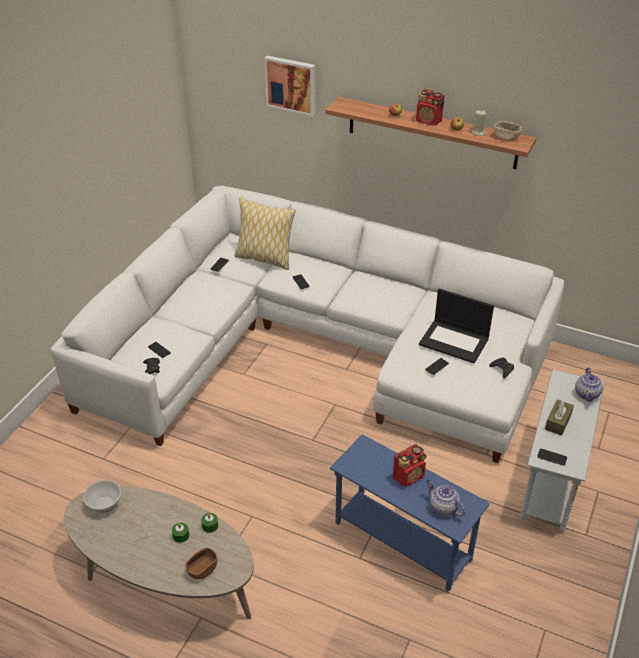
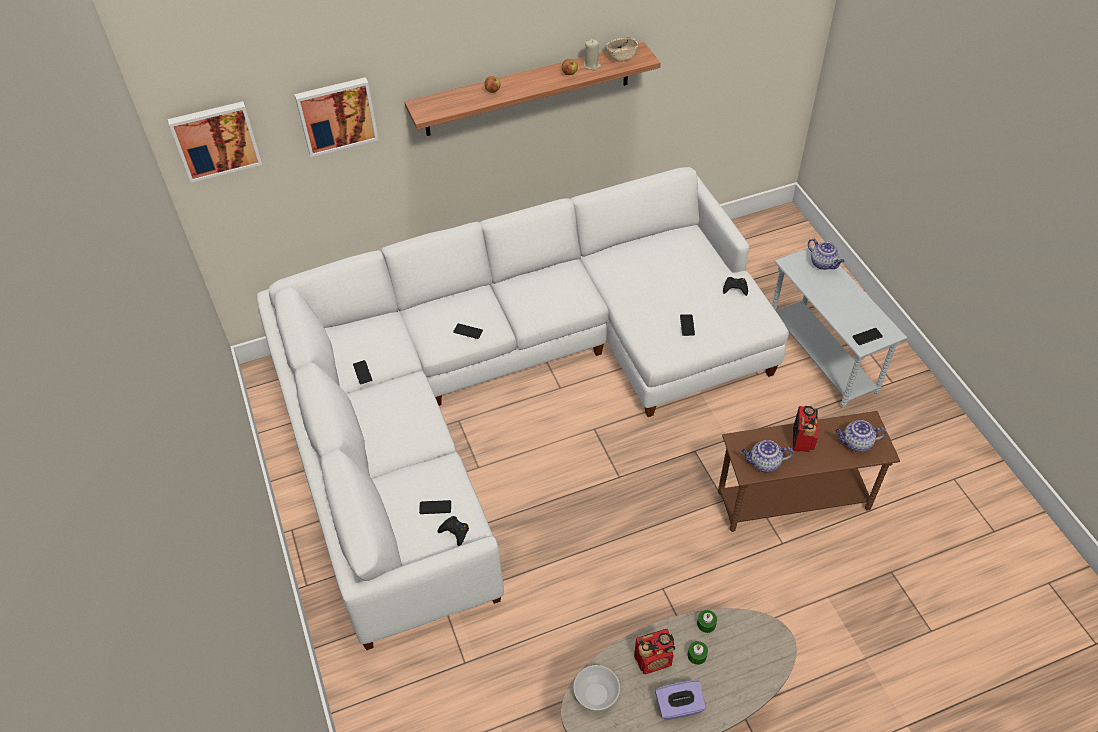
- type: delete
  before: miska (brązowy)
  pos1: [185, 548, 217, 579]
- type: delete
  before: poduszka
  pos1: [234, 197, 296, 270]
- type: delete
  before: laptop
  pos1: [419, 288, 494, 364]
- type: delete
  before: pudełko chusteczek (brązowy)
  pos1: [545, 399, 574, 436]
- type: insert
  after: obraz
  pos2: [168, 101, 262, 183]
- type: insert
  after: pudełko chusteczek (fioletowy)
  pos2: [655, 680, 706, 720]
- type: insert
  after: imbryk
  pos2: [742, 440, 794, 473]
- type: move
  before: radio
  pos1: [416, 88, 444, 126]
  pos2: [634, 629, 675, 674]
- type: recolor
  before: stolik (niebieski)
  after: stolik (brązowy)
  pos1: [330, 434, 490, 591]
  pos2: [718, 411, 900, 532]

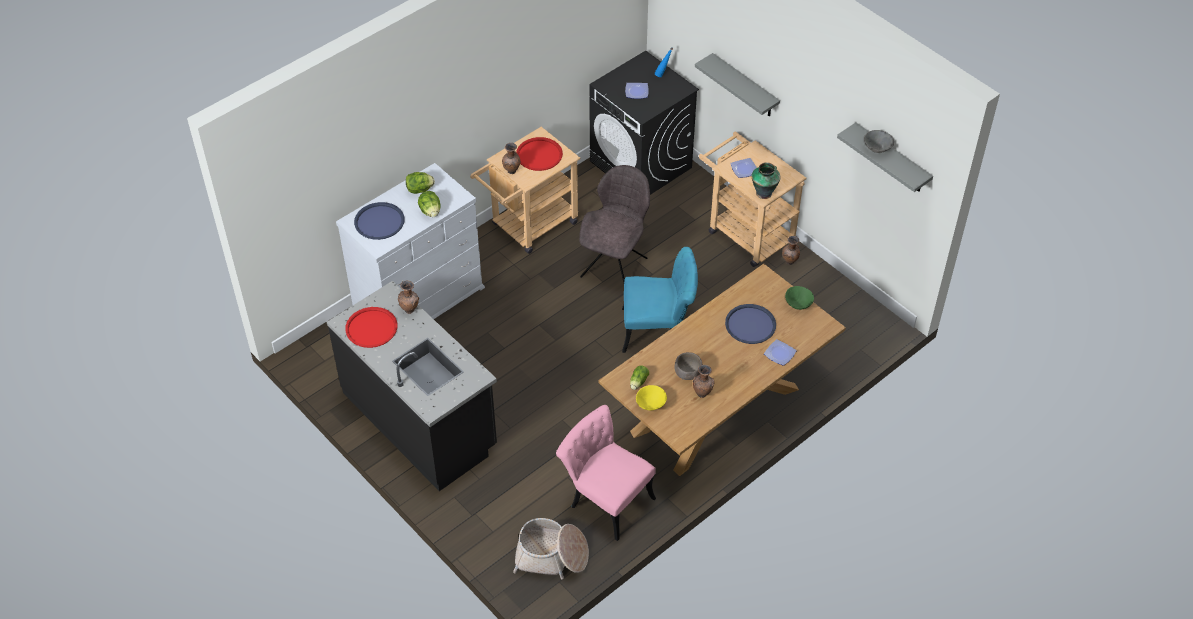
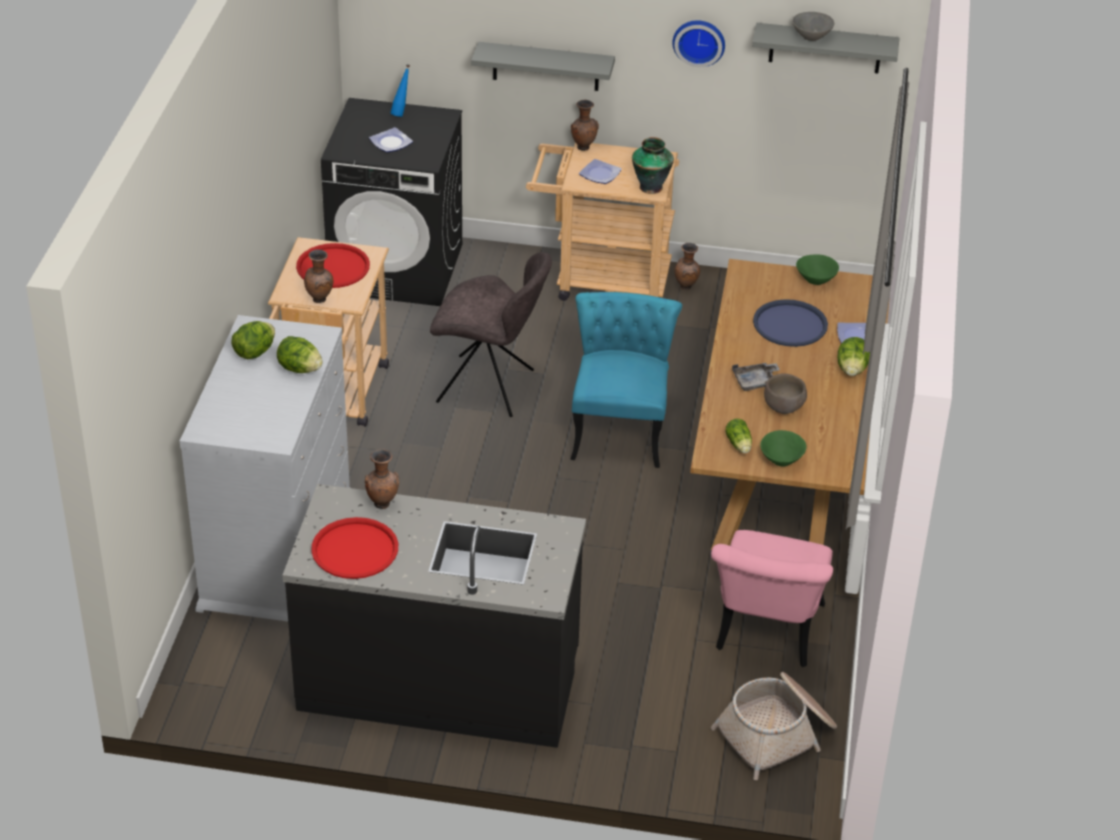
- type: delete
  before: taca (niebieski)
  pos1: [354, 202, 404, 240]
- type: insert
  after: zegar ścienny
  pos2: [672, 20, 725, 67]
- type: insert
  after: taca (szary)
  pos2: [732, 363, 780, 391]
- type: insert
  after: sałata
  pos2: [837, 337, 870, 376]
- type: move
  before: wazon (brązowy)
  pos1: [693, 365, 714, 398]
  pos2: [571, 100, 599, 151]
- type: recolor
  before: miska (żółty)
  after: miska (zielony)
  pos1: [636, 385, 667, 410]
  pos2: [760, 430, 807, 467]
- type: rotate
  before: krzesło (różowy)
  pos1: [556, 405, 656, 541]
  pos2: [711, 530, 833, 667]
  turn: -75
- type: rotate
  before: krzesło (szary)
  pos1: [579, 165, 650, 282]
  pos2: [430, 252, 552, 417]
  turn: 120
- type: rotate
  before: krzesło (turkusowy)
  pos1: [622, 247, 698, 353]
  pos2: [570, 292, 682, 468]
  turn: -45

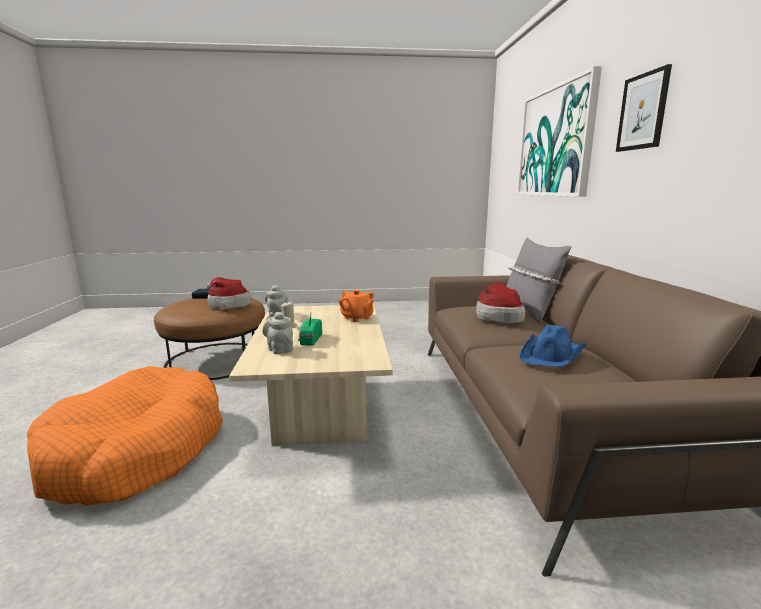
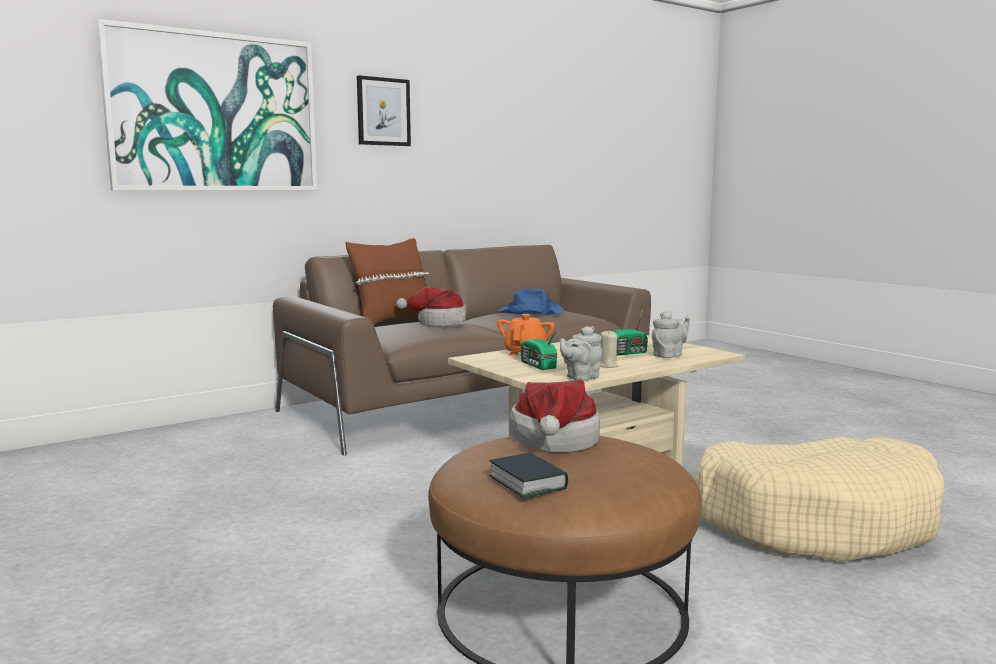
- type: insert
  after: radio
  pos2: [521, 324, 560, 370]
- type: recolor
  before: legowisko (pomarańczowy)
  after: legowisko (beżowy)
  pos1: [27, 366, 223, 506]
  pos2: [695, 436, 944, 562]
- type: recolor
  before: poduszka (szary)
  after: poduszka (brązowy)
  pos1: [507, 237, 571, 323]
  pos2: [345, 238, 429, 325]
- type: rotate
  before: imbryk (szary)
  pos1: [262, 311, 293, 354]
  pos2: [652, 311, 690, 358]
  turn: -150

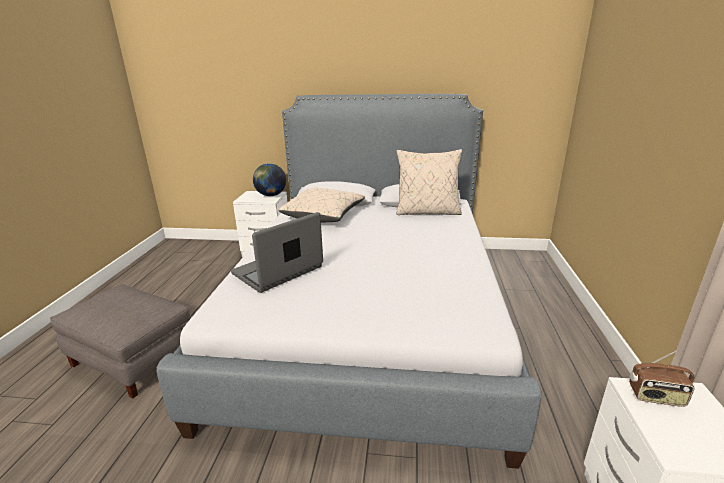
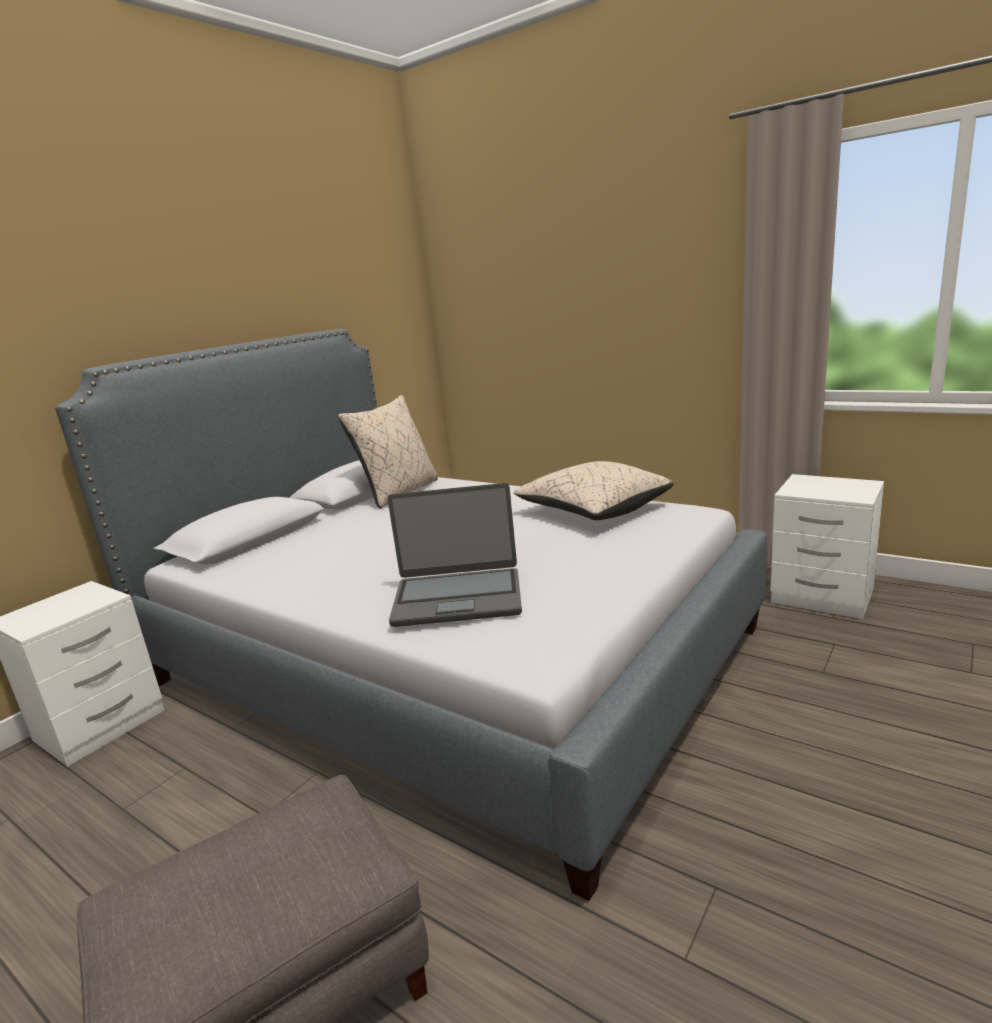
- type: delete
  before: globus
  pos1: [253, 163, 286, 196]
- type: delete
  before: radio
  pos1: [629, 350, 695, 407]
- type: move
  before: poduszka (beżowy)
  pos1: [279, 188, 365, 223]
  pos2: [514, 461, 674, 520]
- type: rotate
  before: laptop
  pos1: [231, 212, 323, 293]
  pos2: [387, 483, 522, 627]
  turn: -75

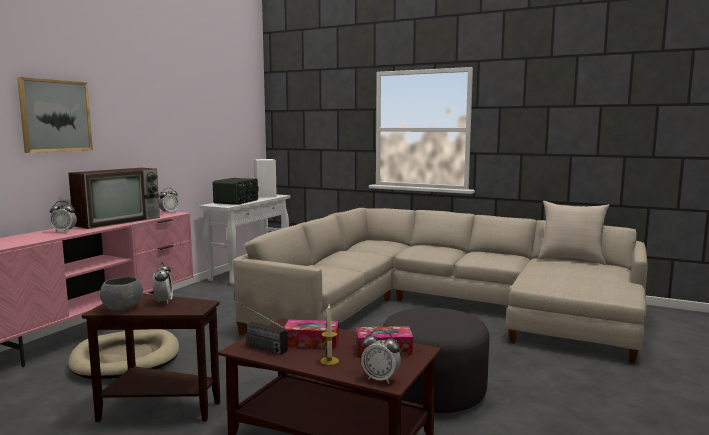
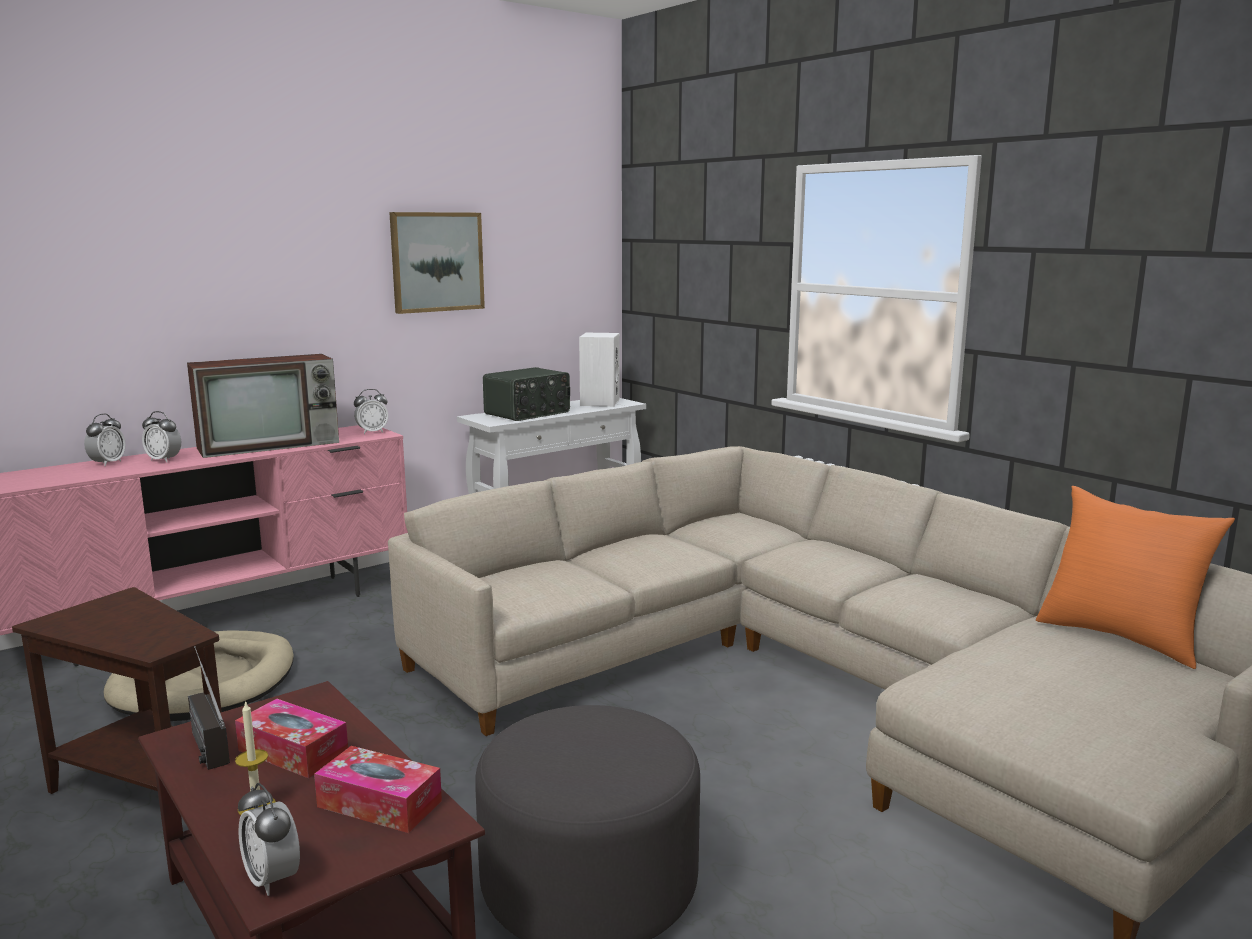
- type: delete
  before: miska (szary)
  pos1: [100, 277, 143, 310]
- type: move
  before: obraz
  pos1: [17, 77, 93, 153]
  pos2: [389, 212, 485, 314]
- type: move
  before: budzik
  pos1: [153, 262, 173, 304]
  pos2: [84, 414, 126, 466]
- type: recolor
  before: poduszka (beżowy)
  after: poduszka (pomarańczowy)
  pos1: [538, 201, 609, 265]
  pos2: [1036, 486, 1235, 669]

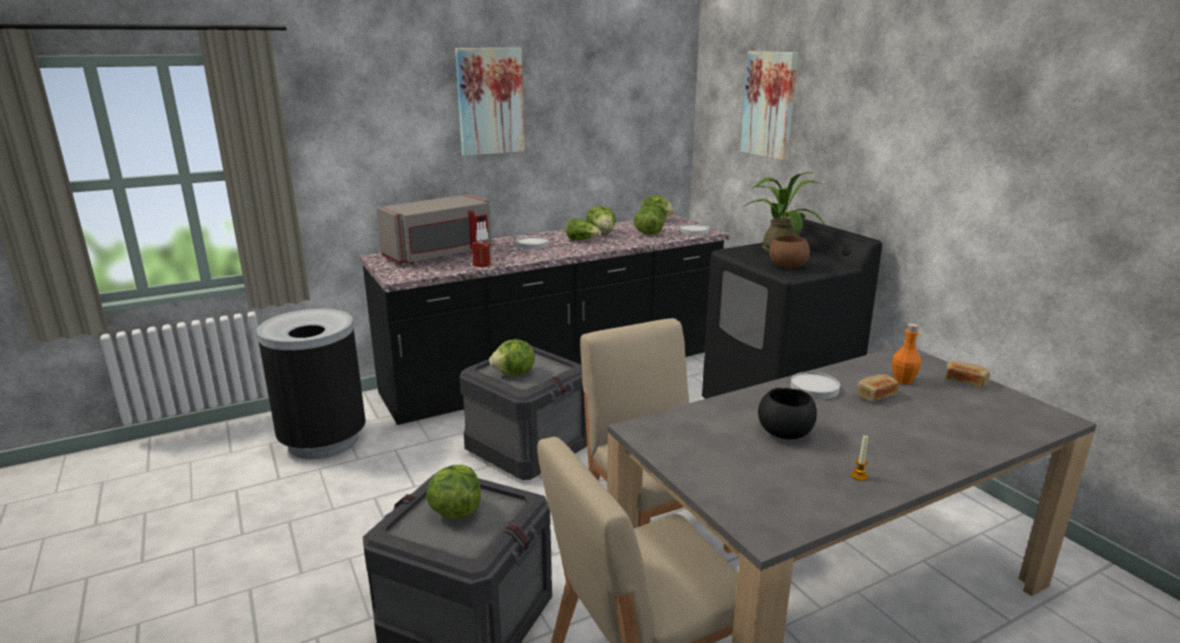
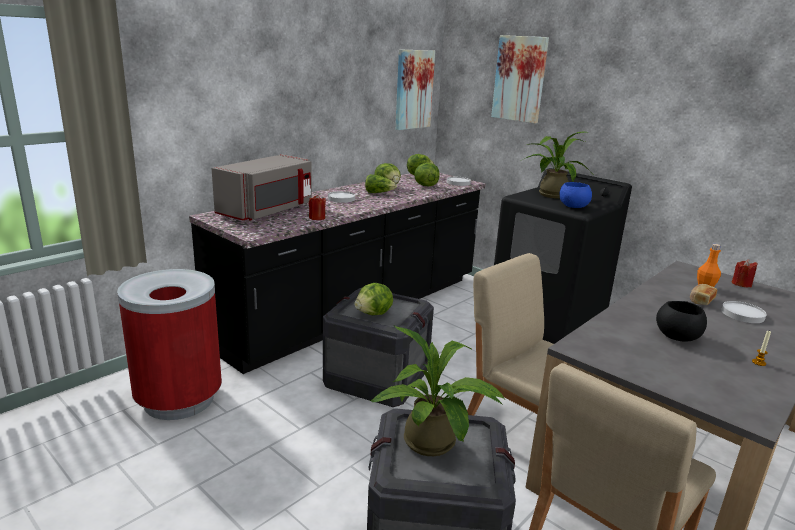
- type: move
  before: obraz
  pos1: [455, 48, 525, 156]
  pos2: [395, 49, 435, 130]
- type: move
  before: talerz (biały)
  pos1: [791, 372, 840, 399]
  pos2: [721, 301, 767, 323]
- type: replace
  before: sałata
  after: roślina doniczkowa
  pos1: [426, 465, 481, 519]
  pos2: [370, 326, 505, 456]
- type: replace
  before: chleb
  after: świeca (czerwony)
  pos1: [945, 361, 990, 387]
  pos2: [732, 259, 758, 287]
- type: recolor
  before: kosz na śmieci (czarny)
  after: kosz na śmieci (czerwony)
  pos1: [257, 309, 366, 459]
  pos2: [117, 269, 222, 420]
- type: recolor
  before: miska (brązowy)
  after: miska (niebieski)
  pos1: [769, 235, 810, 269]
  pos2: [560, 182, 592, 208]

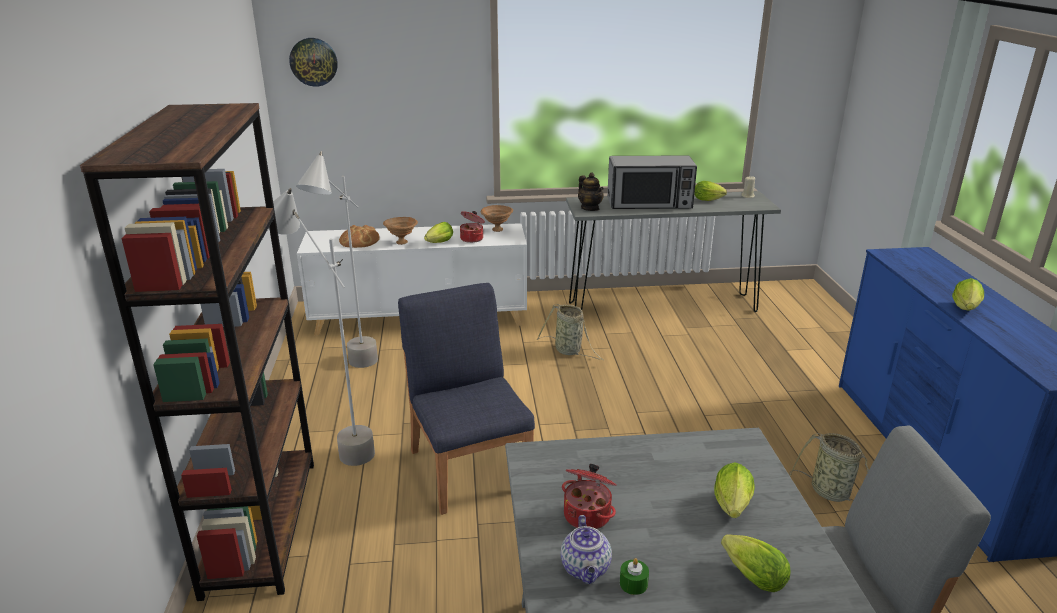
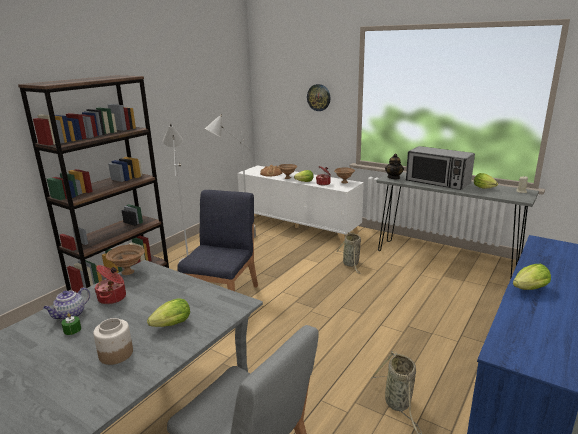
- type: insert
  after: miska (brązowy)
  pos2: [106, 245, 145, 275]
- type: move
  before: zegar ścienny
  pos1: [289, 38, 338, 87]
  pos2: [307, 84, 331, 111]
- type: replace
  before: sałata
  after: słoik
  pos1: [721, 534, 791, 592]
  pos2: [93, 318, 133, 365]

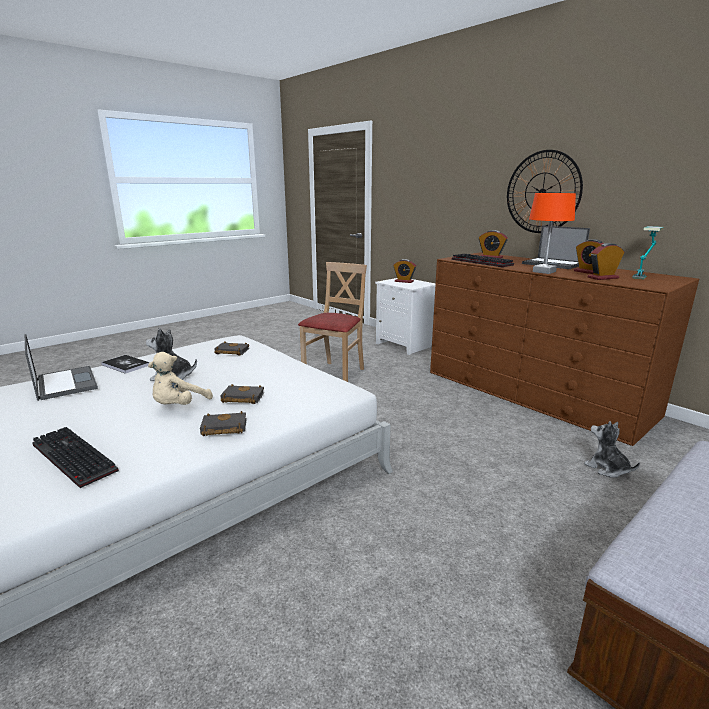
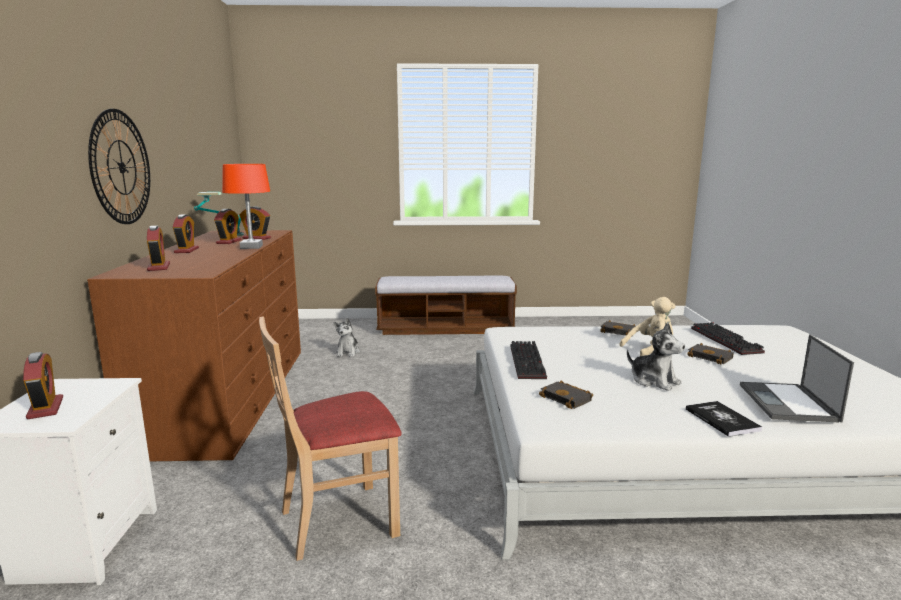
- type: move
  before: książka (czarny)
  pos1: [220, 384, 264, 404]
  pos2: [687, 343, 734, 364]
- type: move
  before: klawiatura
  pos1: [452, 254, 514, 267]
  pos2: [511, 341, 547, 379]
- type: replace
  before: laptop
  after: budzik
  pos1: [522, 225, 590, 269]
  pos2: [173, 215, 199, 253]

